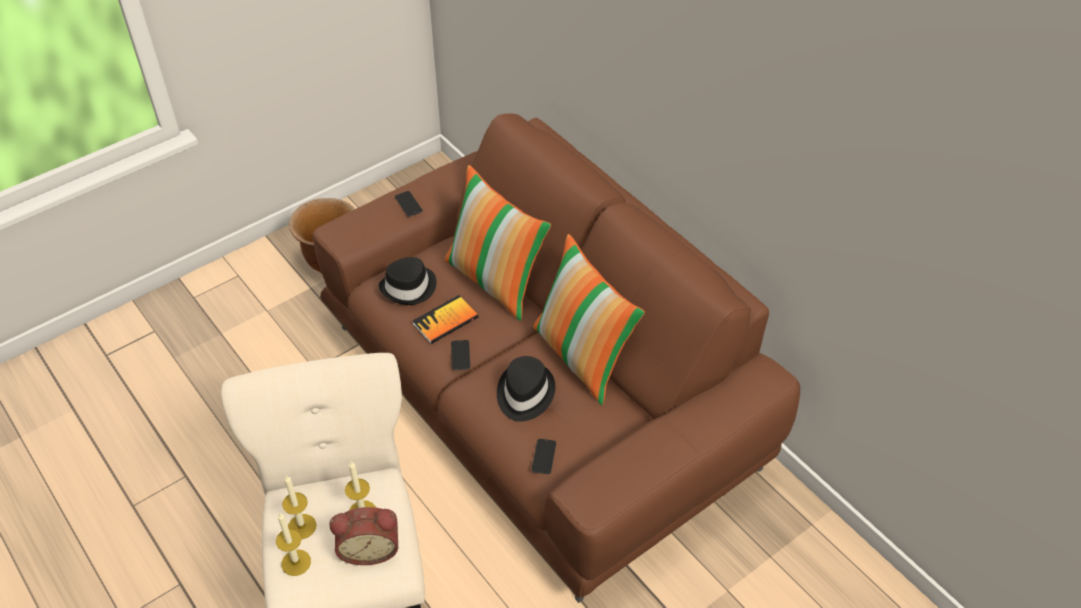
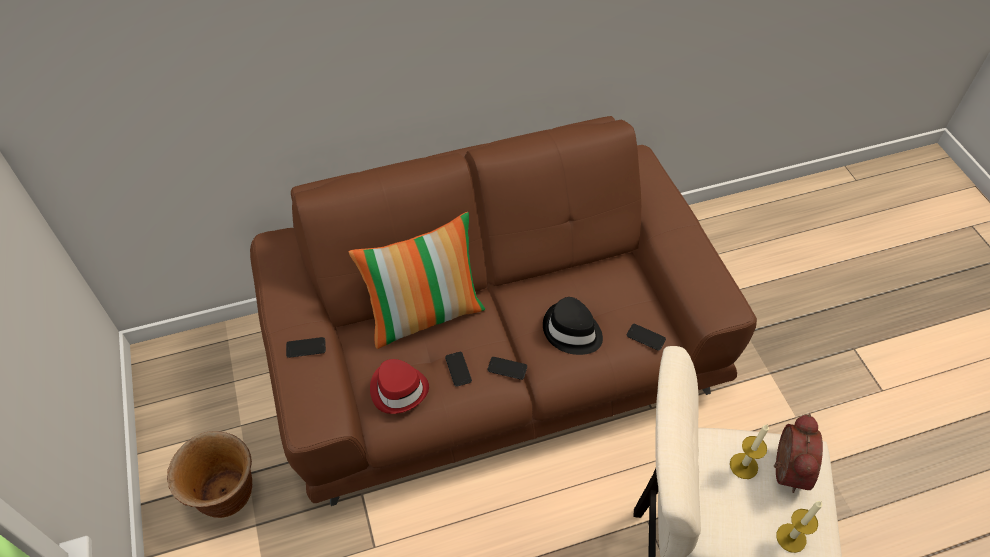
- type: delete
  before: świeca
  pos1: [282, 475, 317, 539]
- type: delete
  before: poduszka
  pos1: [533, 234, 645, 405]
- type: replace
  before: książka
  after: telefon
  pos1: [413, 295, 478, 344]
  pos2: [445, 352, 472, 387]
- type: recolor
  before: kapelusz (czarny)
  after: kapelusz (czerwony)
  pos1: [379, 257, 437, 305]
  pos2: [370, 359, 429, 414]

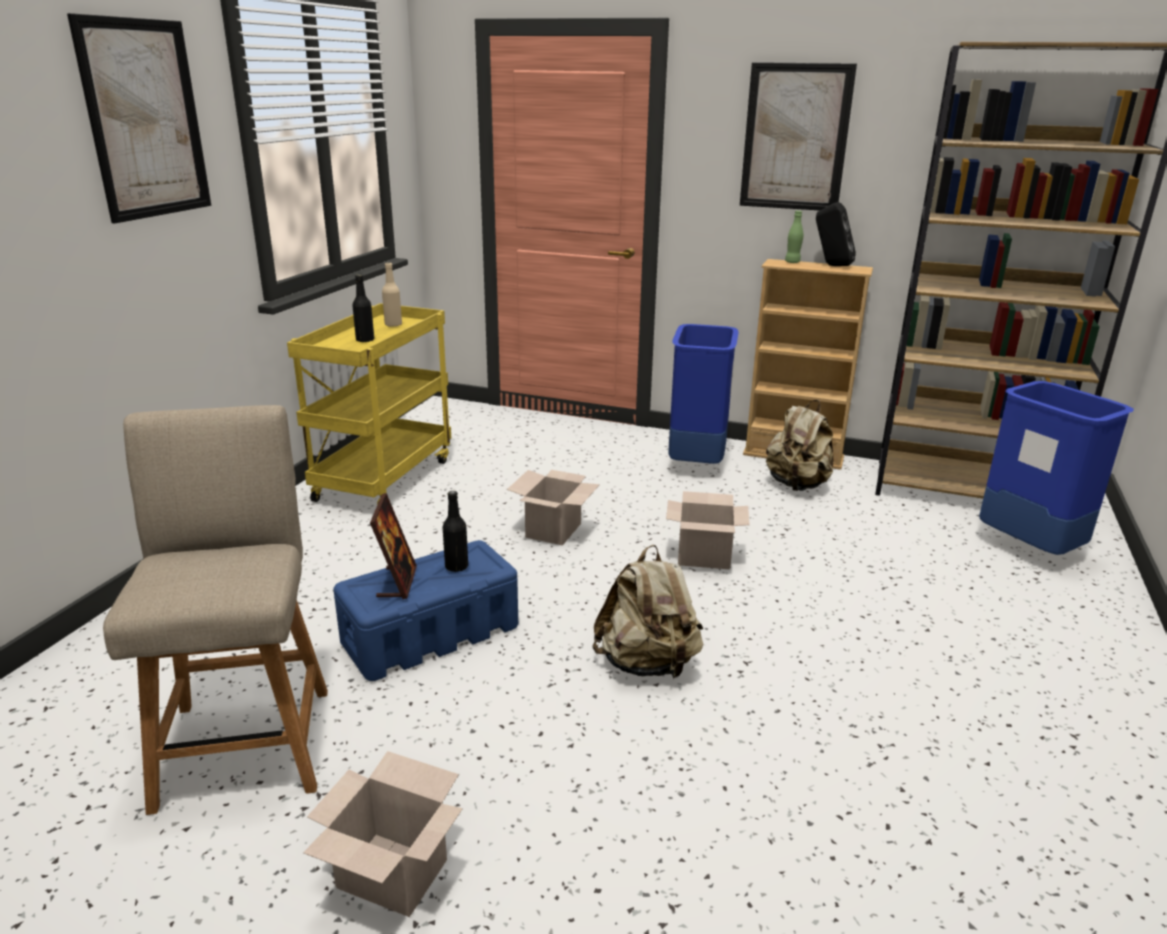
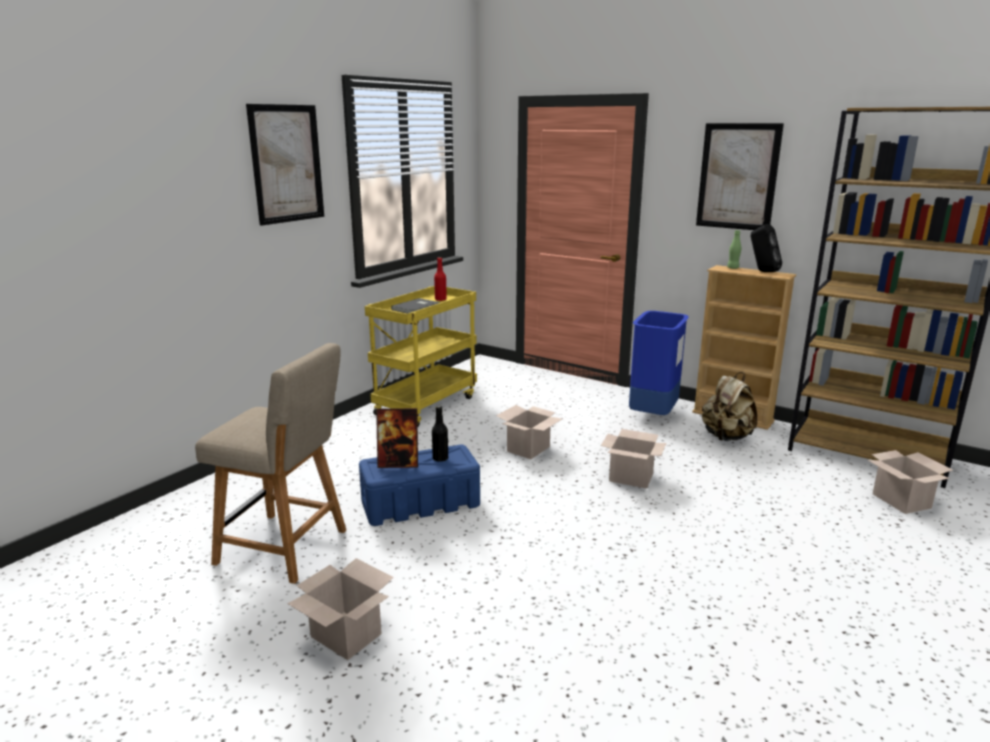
- type: delete
  before: plecak (beżowy)
  pos1: [592, 545, 703, 679]
- type: replace
  before: butelka (czarny)
  after: książka (szary)
  pos1: [352, 274, 374, 343]
  pos2: [391, 298, 440, 314]
- type: replace
  before: kosz na śmieci (niebieski)
  after: karton
  pos1: [979, 381, 1134, 555]
  pos2: [868, 450, 953, 514]
- type: recolor
  before: butelka (beżowy)
  after: butelka (czerwony)
  pos1: [382, 262, 402, 327]
  pos2: [434, 257, 447, 301]
- type: rotate
  before: krzesło (beżowy)
  pos1: [103, 405, 328, 815]
  pos2: [195, 343, 346, 584]
  turn: 105
- type: rotate
  before: ramka na zdjęcie
  pos1: [370, 493, 417, 599]
  pos2: [376, 408, 418, 468]
  turn: 75

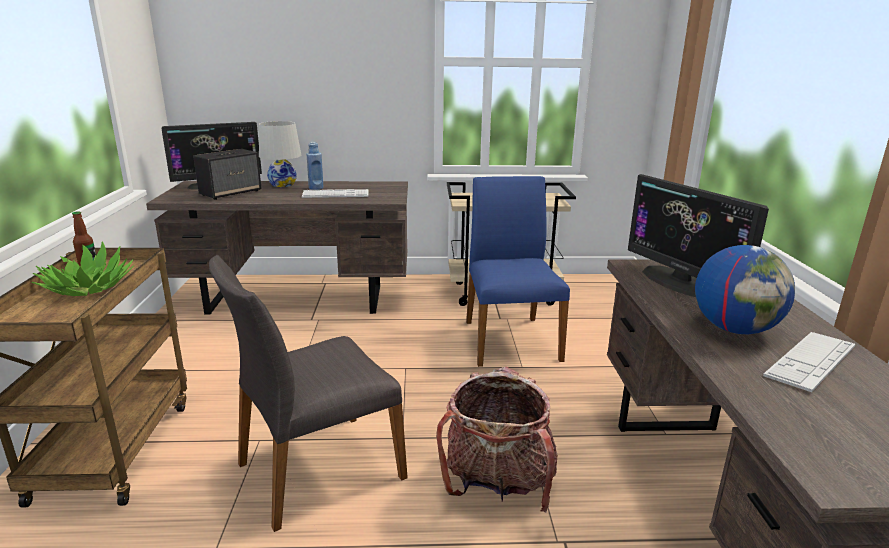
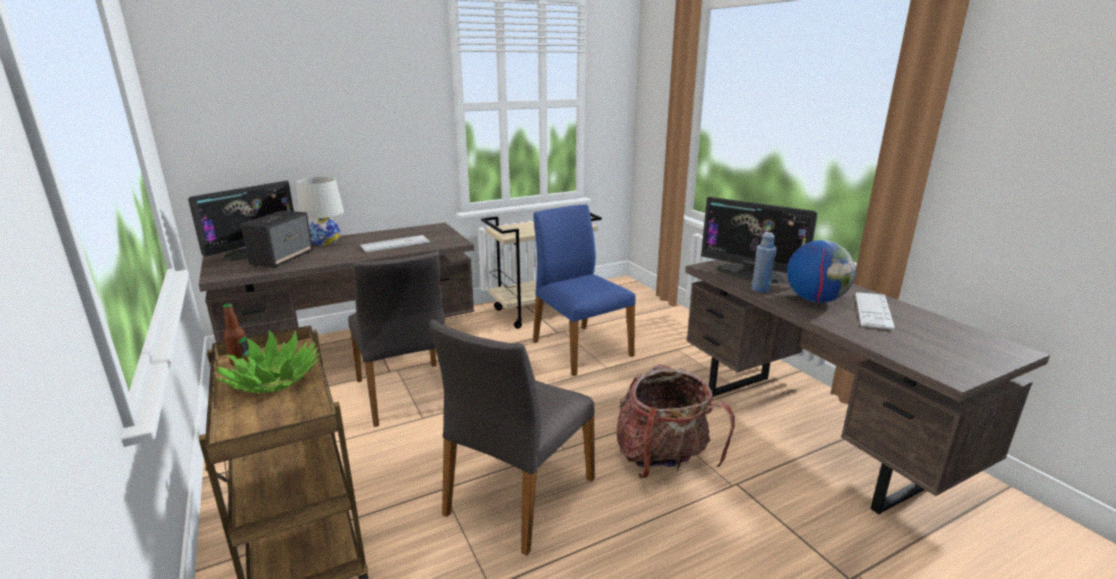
- type: insert
  after: krzesło (szary)
  pos2: [348, 251, 445, 427]
- type: move
  before: butelka (niebieski)
  pos1: [306, 142, 324, 190]
  pos2: [751, 232, 777, 292]

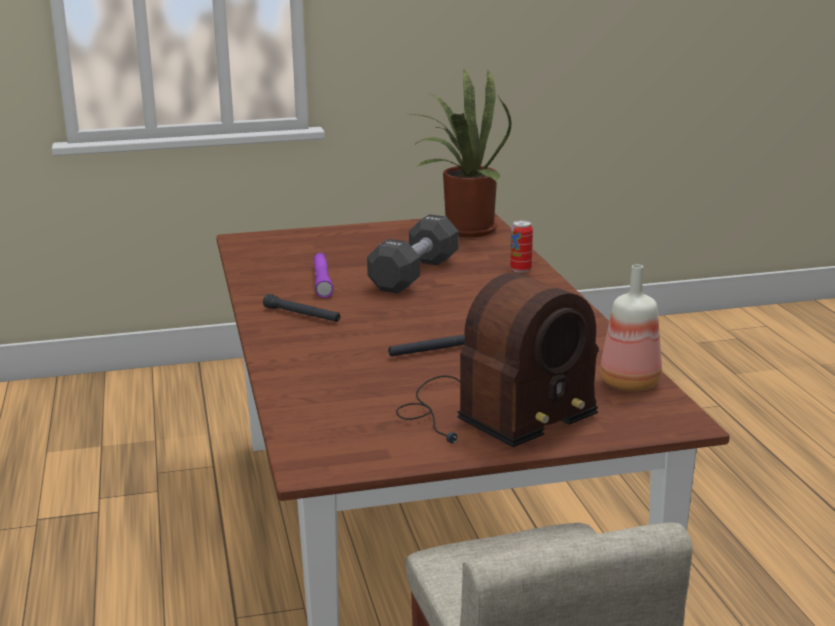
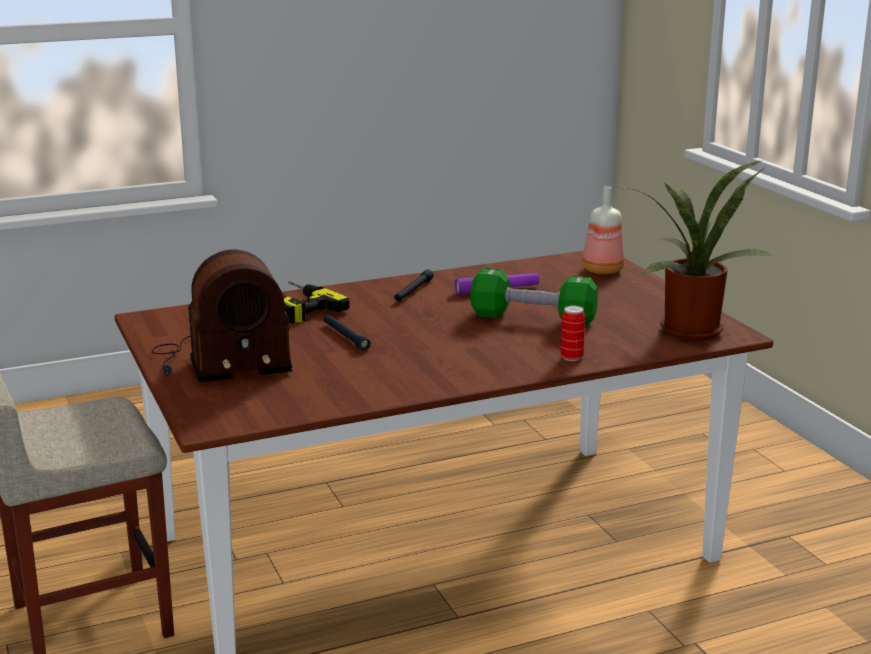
- type: insert
  after: wiertarka
  pos2: [283, 281, 350, 324]
- type: move
  before: butelka
  pos1: [600, 265, 662, 391]
  pos2: [582, 186, 625, 274]
- type: recolor
  before: hantel (czarny)
  after: hantel (zielony)
  pos1: [367, 214, 458, 294]
  pos2: [470, 268, 598, 327]
- type: rotate
  before: radio
  pos1: [396, 273, 599, 447]
  pos2: [152, 250, 293, 383]
  turn: -60

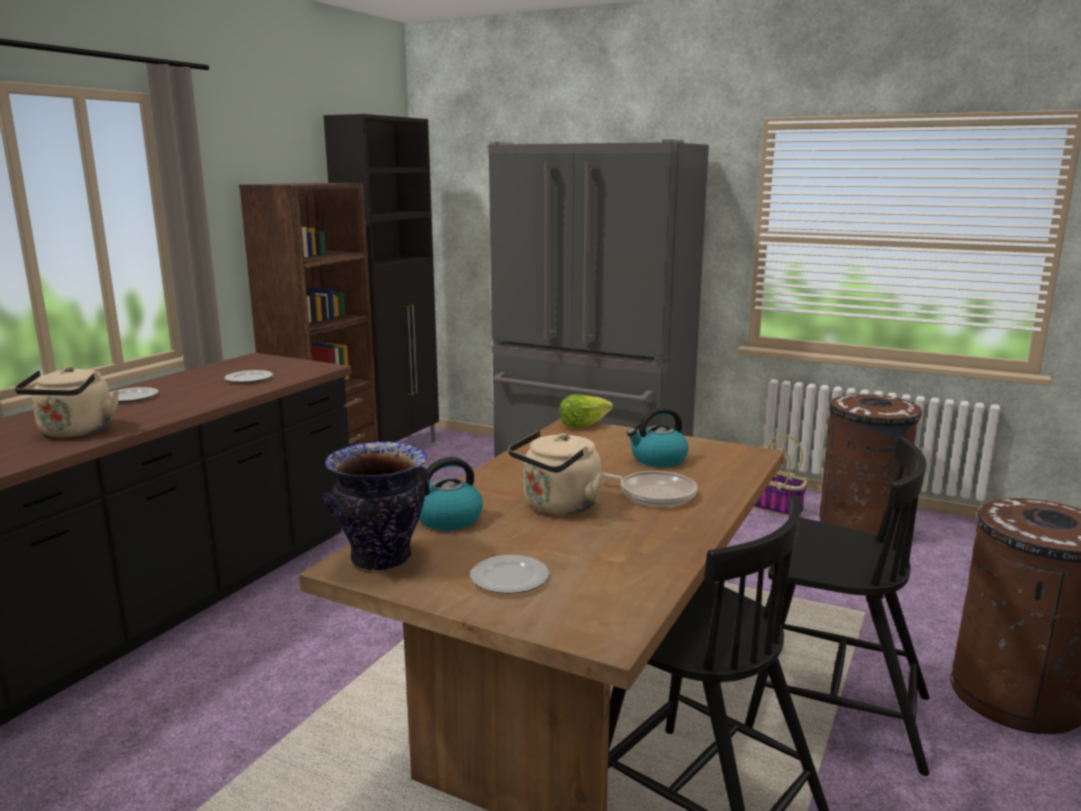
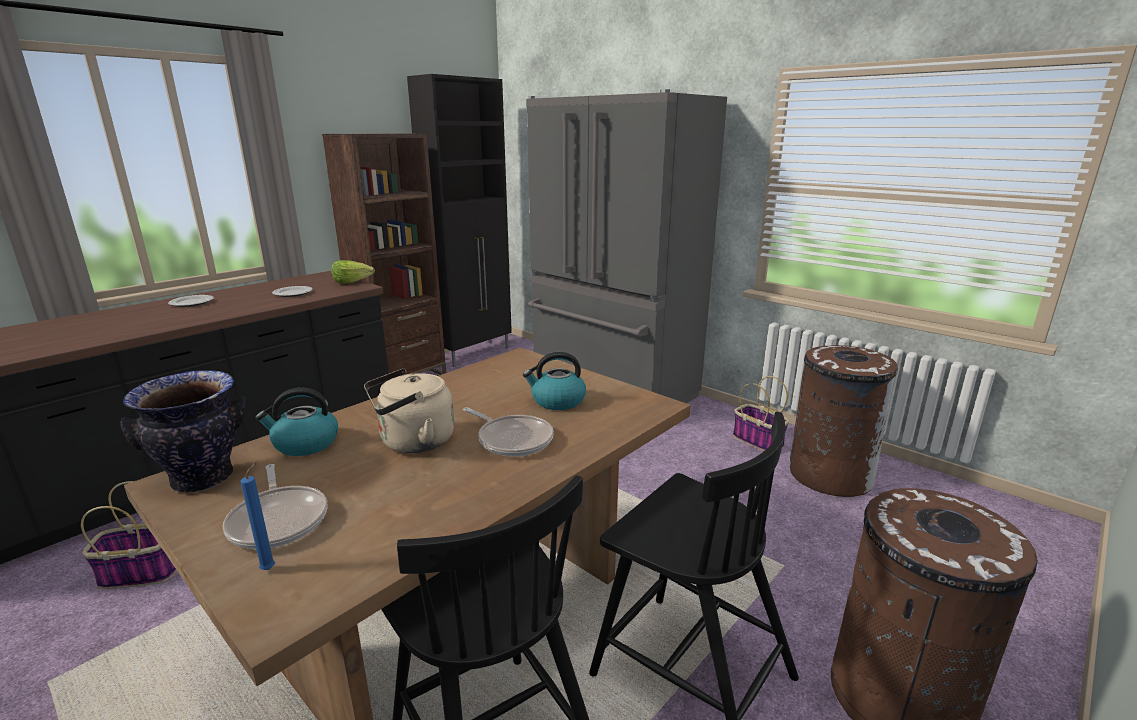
- type: delete
  before: czajnik (beżowy)
  pos1: [14, 366, 119, 437]
- type: insert
  after: koszyk
  pos2: [81, 481, 177, 589]
- type: insert
  after: świeca (niebieski)
  pos2: [240, 462, 275, 570]
- type: move
  before: sałata
  pos1: [559, 395, 613, 428]
  pos2: [331, 260, 375, 284]
- type: replace
  before: talerz
  after: patelnia
  pos1: [470, 555, 549, 594]
  pos2: [222, 464, 328, 549]

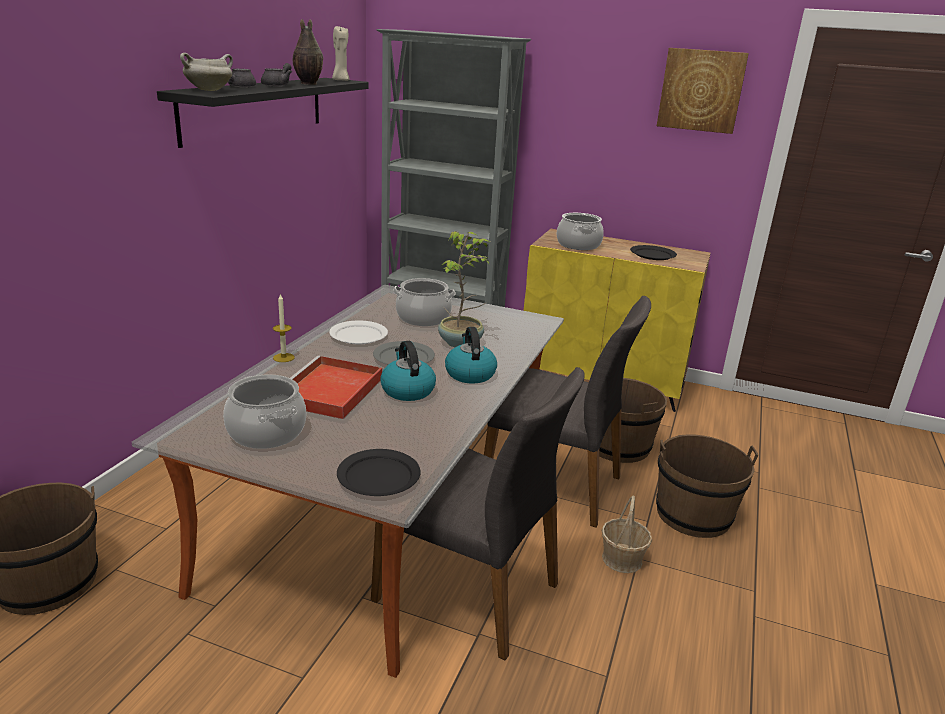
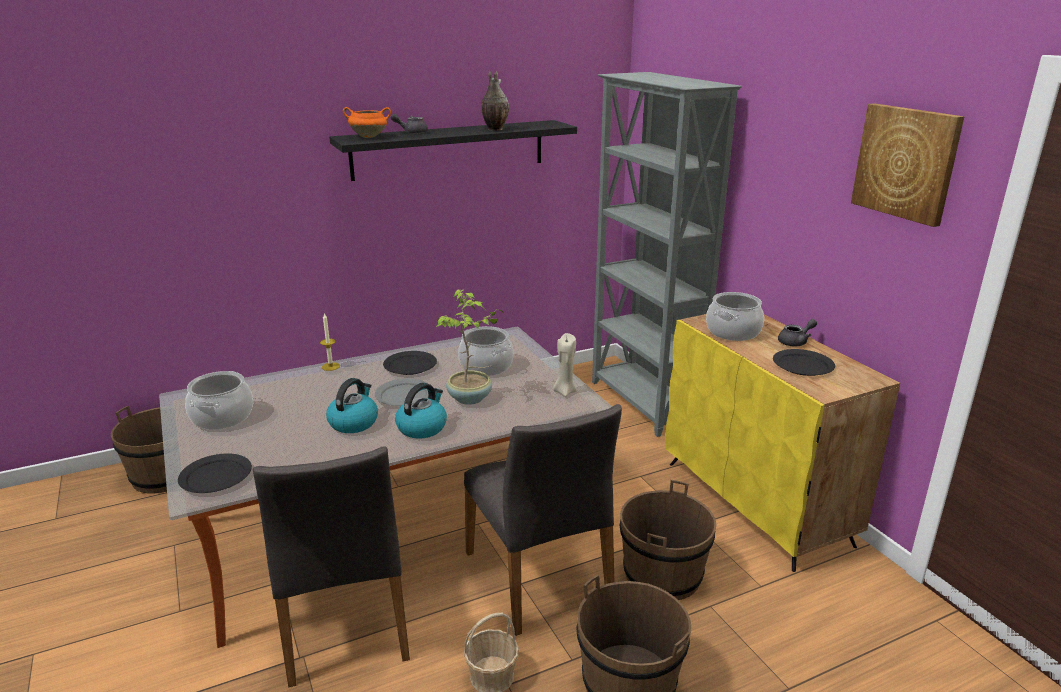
- type: delete
  before: taca (czerwony)
  pos1: [290, 356, 382, 419]
- type: move
  before: imbryk (szary)
  pos1: [261, 63, 292, 87]
  pos2: [778, 319, 817, 346]
- type: move
  before: świeca (beżowy)
  pos1: [332, 26, 350, 81]
  pos2: [553, 333, 577, 396]
- type: recolor
  before: garnek (biały)
  after: garnek (pomarańczowy)
  pos1: [180, 53, 233, 91]
  pos2: [343, 107, 391, 138]
- type: recolor
  before: talerz (biały)
  after: talerz (czarny)
  pos1: [329, 321, 388, 344]
  pos2: [383, 351, 437, 375]

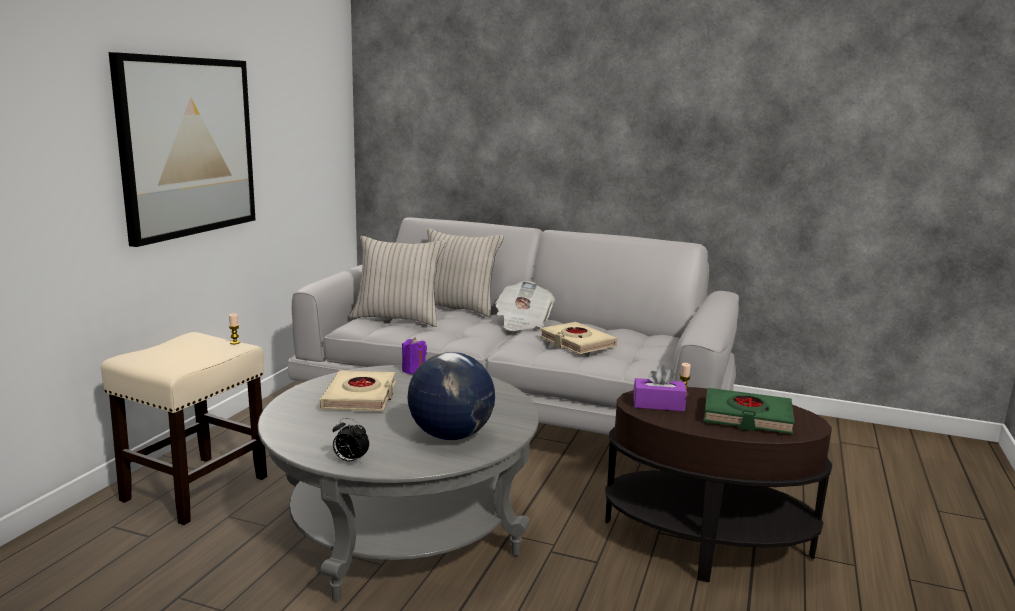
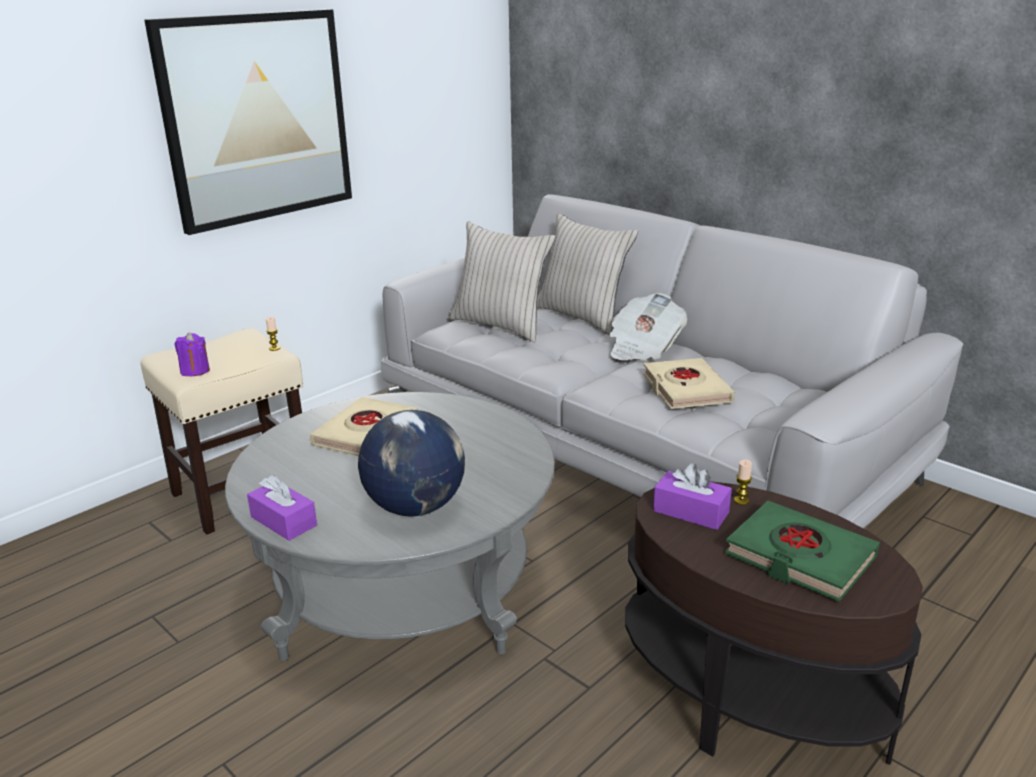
- type: move
  before: świeca (fioletowy)
  pos1: [402, 337, 427, 374]
  pos2: [175, 333, 210, 376]
- type: replace
  before: budzik
  after: pudełko chusteczek (fioletowy)
  pos1: [332, 418, 369, 463]
  pos2: [247, 475, 317, 541]

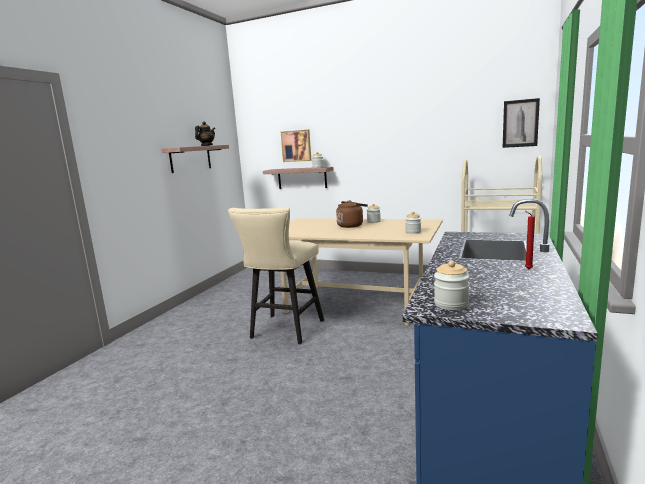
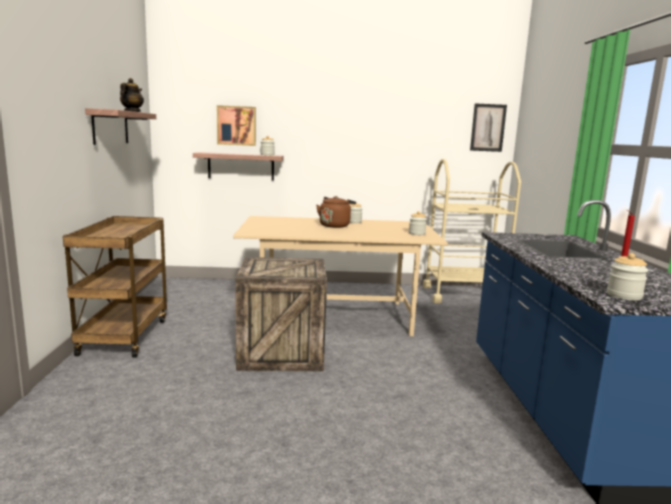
- type: insert
  after: wózek (brązowy)
  pos2: [63, 216, 167, 358]
- type: replace
  before: stołek (beżowy)
  after: skrzynka
  pos1: [228, 207, 324, 344]
  pos2: [235, 257, 327, 371]

